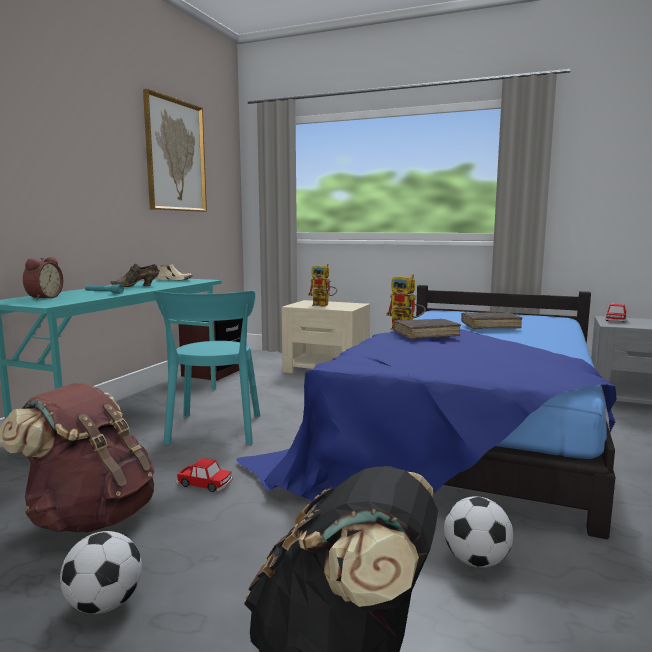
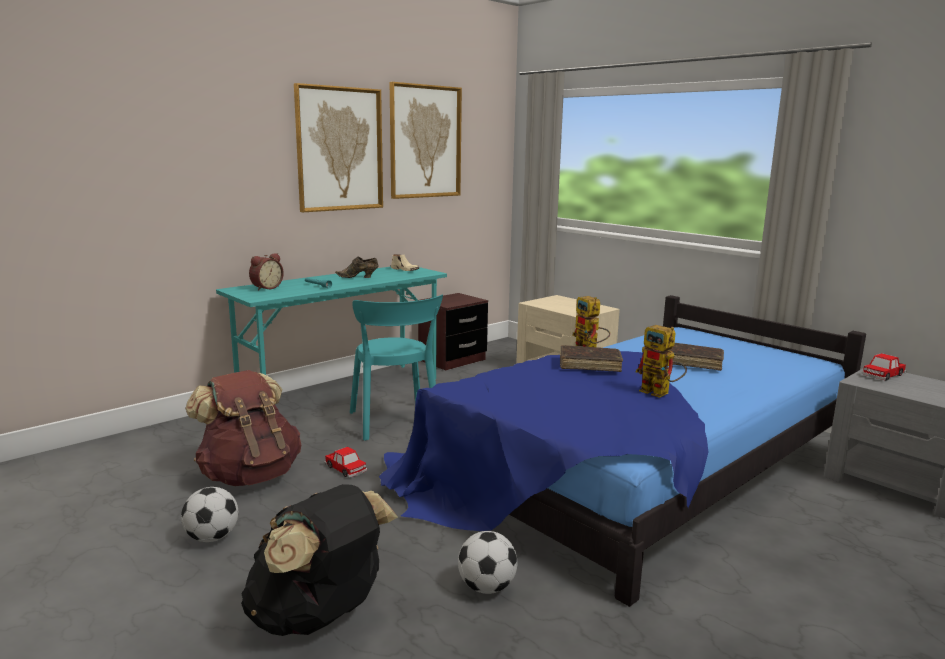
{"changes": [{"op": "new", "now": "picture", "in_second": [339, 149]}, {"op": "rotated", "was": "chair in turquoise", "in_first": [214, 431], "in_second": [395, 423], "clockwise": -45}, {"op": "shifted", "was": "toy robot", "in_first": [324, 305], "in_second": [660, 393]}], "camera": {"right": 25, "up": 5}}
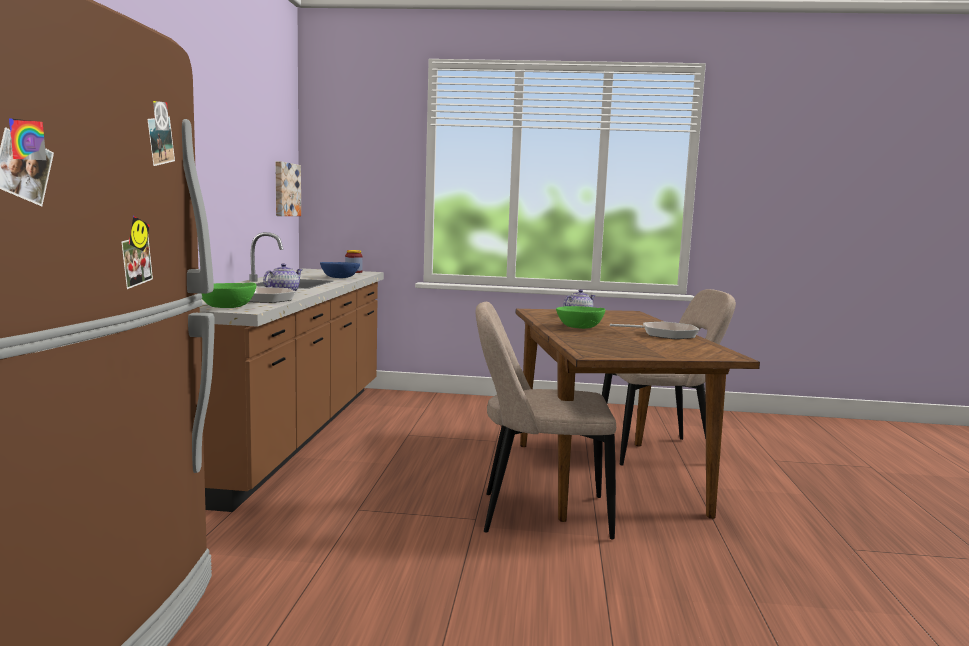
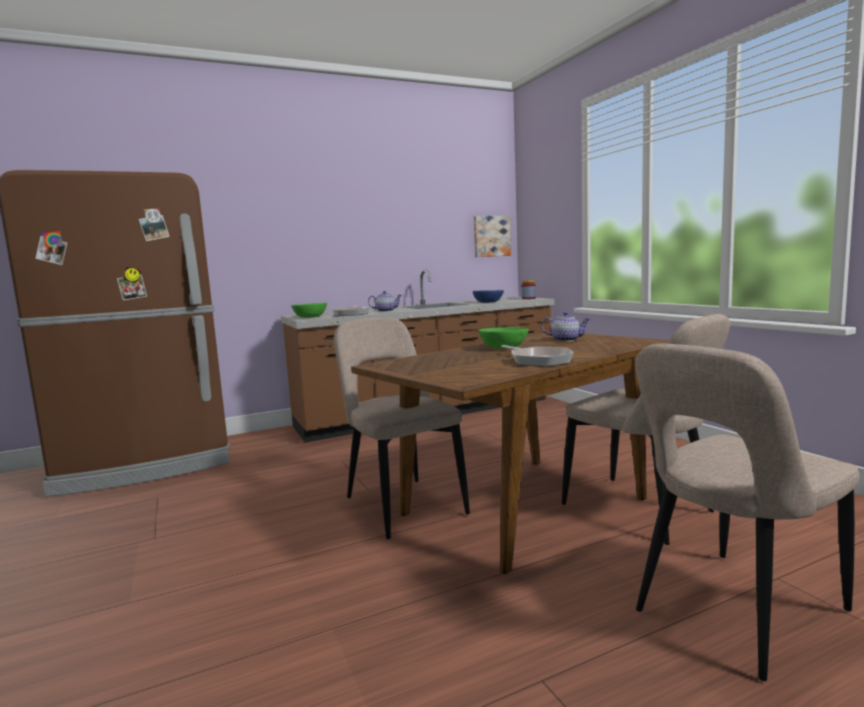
{"changes": [{"op": "new", "now": "chair in beige", "in_second": [734, 614]}], "camera": {"right": 60, "up": 0}}
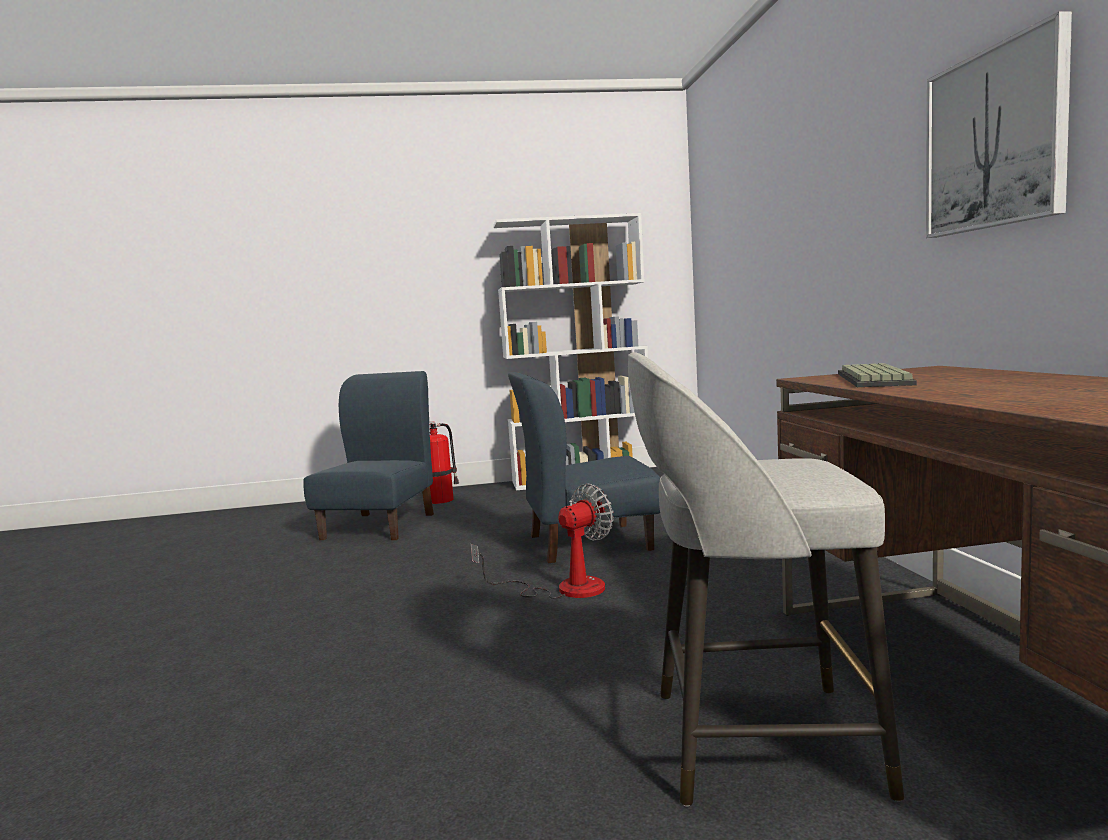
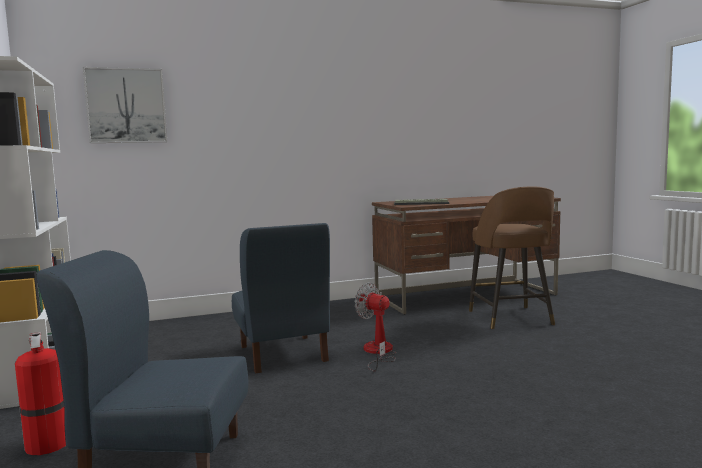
{"changes": [{"op": "shifted", "was": "picture", "in_first": [995, 139], "in_second": [126, 106]}, {"op": "repainted", "was": "stool in grey", "now": "stool in brown", "in_first": [756, 741], "in_second": [511, 318]}], "camera": {"right": -100, "up": 0}}
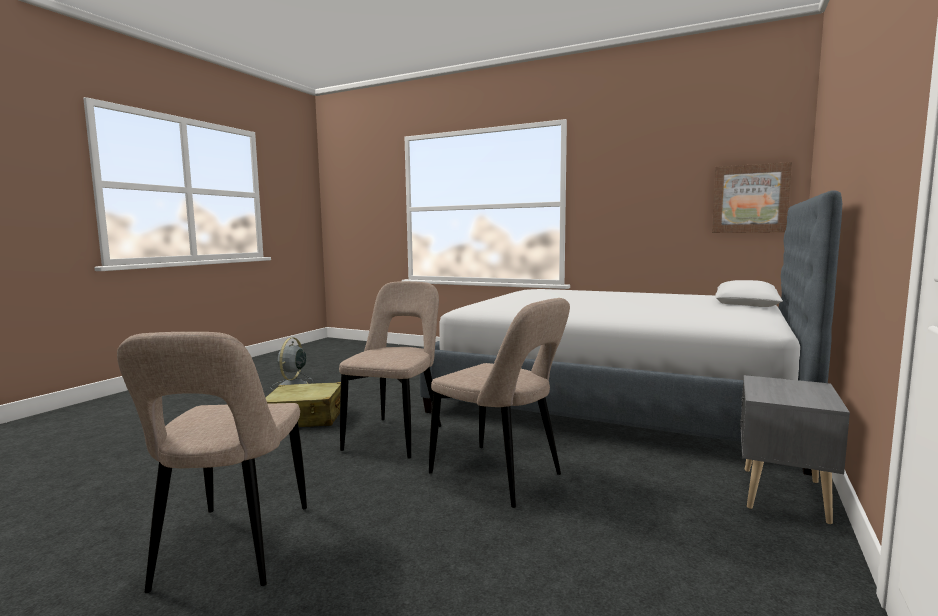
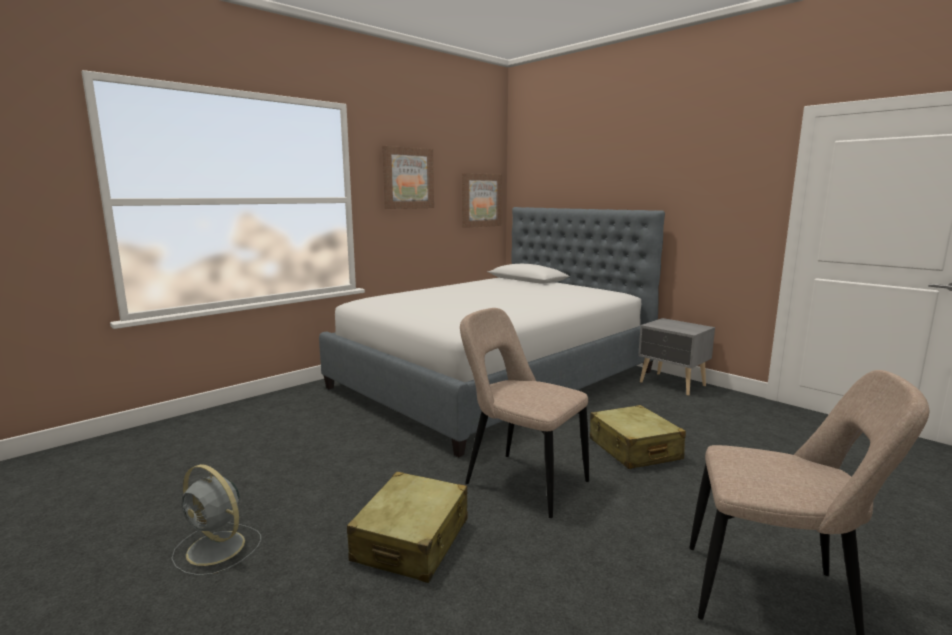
{"changes": [{"op": "new", "now": "picture", "in_second": [408, 178]}, {"op": "swapped", "was": "chair in beige", "now": "suitcase in beige", "in_first": [500, 476], "in_second": [634, 449]}], "camera": {"right": -70, "up": 5}}
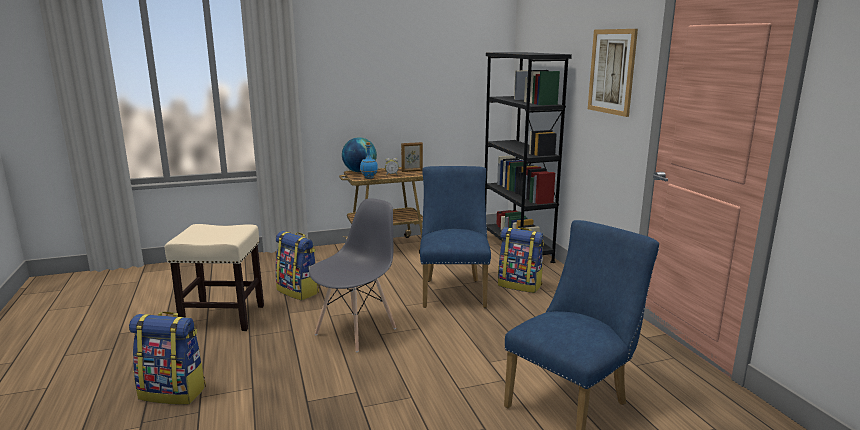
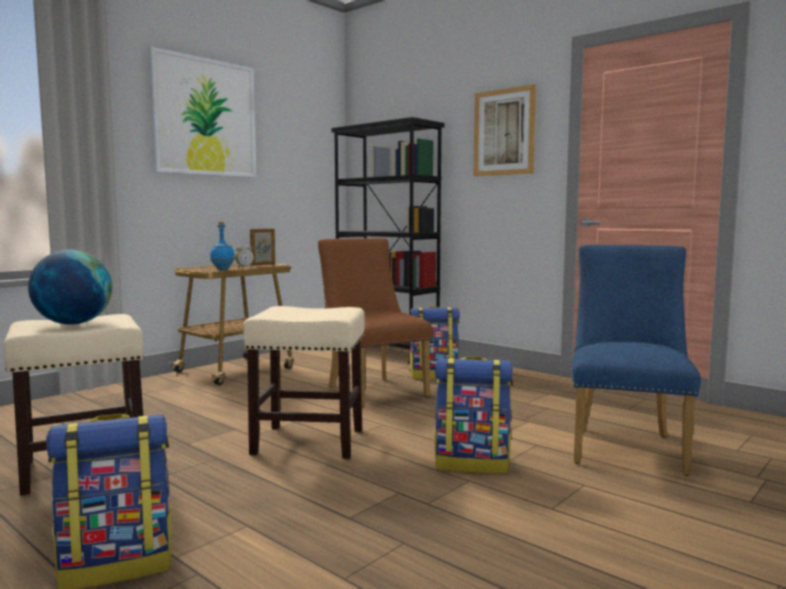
{"changes": [{"op": "shifted", "was": "globe", "in_first": [359, 171], "in_second": [73, 324]}, {"op": "new", "now": "picture", "in_second": [204, 117]}, {"op": "swapped", "was": "chair in grey", "now": "stool in beige", "in_first": [356, 331], "in_second": [310, 441]}, {"op": "repainted", "was": "chair in blue", "now": "chair in brown", "in_first": [454, 291], "in_second": [372, 390]}, {"op": "shifted", "was": "backpack", "in_first": [299, 291], "in_second": [472, 463]}], "camera": {"right": -30, "up": -10}}
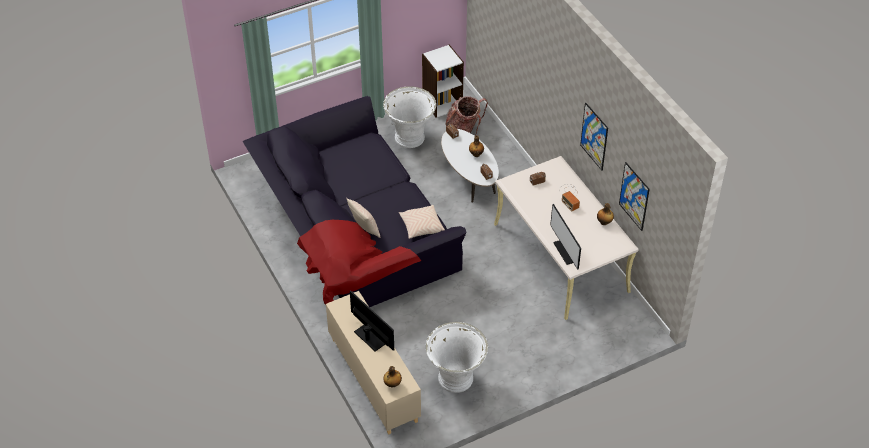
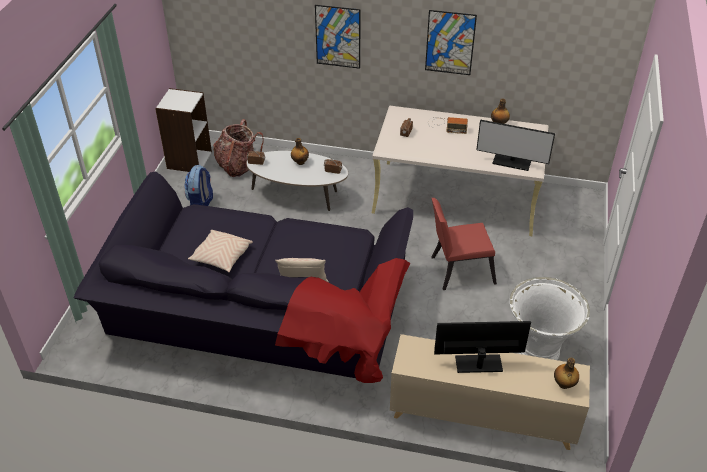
{"changes": [{"op": "swapped", "was": "planter in white", "now": "backpack", "in_first": [410, 138], "in_second": [201, 202]}, {"op": "shifted", "was": "pillow in beige", "in_first": [421, 226], "in_second": [221, 257]}, {"op": "shifted", "was": "picture", "in_first": [634, 196], "in_second": [338, 36]}, {"op": "new", "now": "chair in red", "in_second": [458, 270]}], "camera": {"right": -50, "up": -5}}
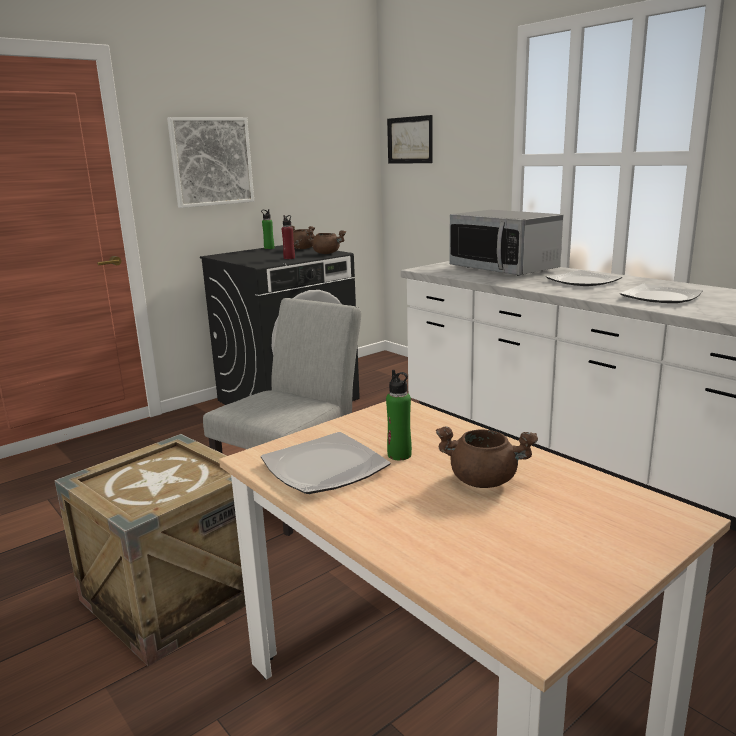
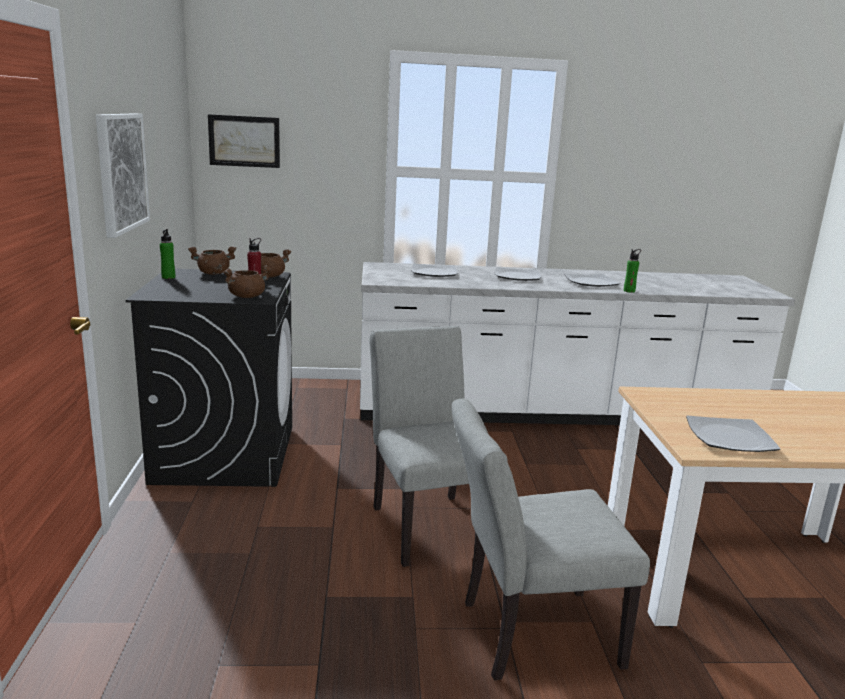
{"changes": [{"op": "shifted", "was": "cooking pot in brown", "in_first": [484, 480], "in_second": [247, 296]}, {"op": "swapped", "was": "microwave", "now": "plate", "in_first": [503, 269], "in_second": [434, 272]}, {"op": "swapped", "was": "crate", "now": "chair in grey", "in_first": [175, 595], "in_second": [527, 634]}, {"op": "shifted", "was": "bottle in green", "in_first": [399, 455], "in_second": [629, 291]}], "camera": {"right": -55, "up": 0}}
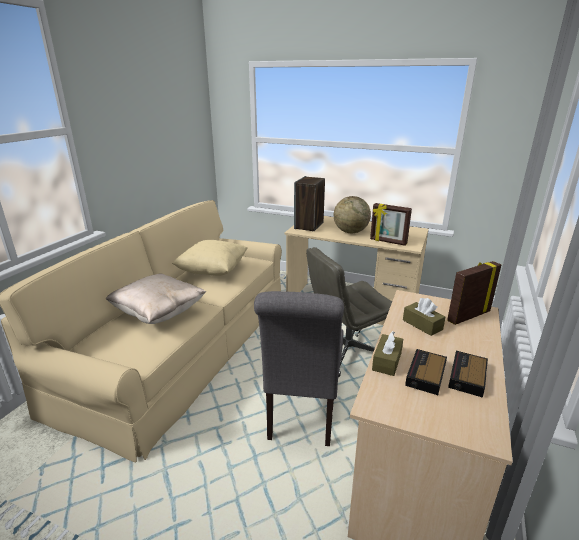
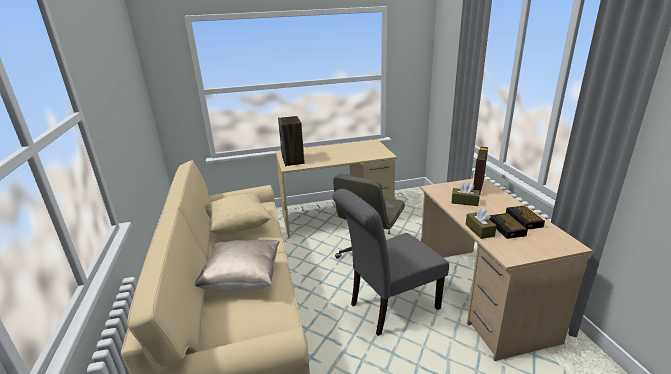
{"changes": [{"op": "rotated", "was": "chair in grey", "in_first": [302, 414], "in_second": [389, 308], "clockwise": 90}, {"op": "gone", "was": "globe", "in_first": [350, 232]}, {"op": "gone", "was": "picture frame", "in_first": [388, 242]}], "camera": {"right": -35, "up": 0}}
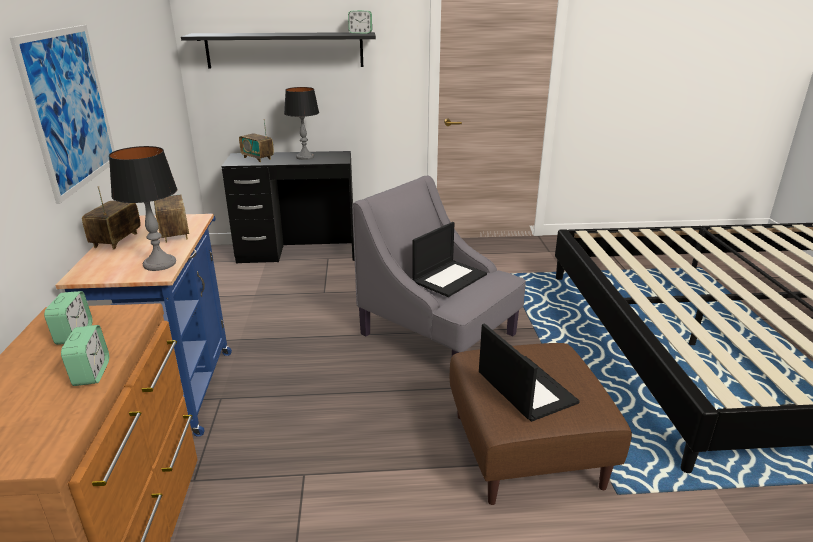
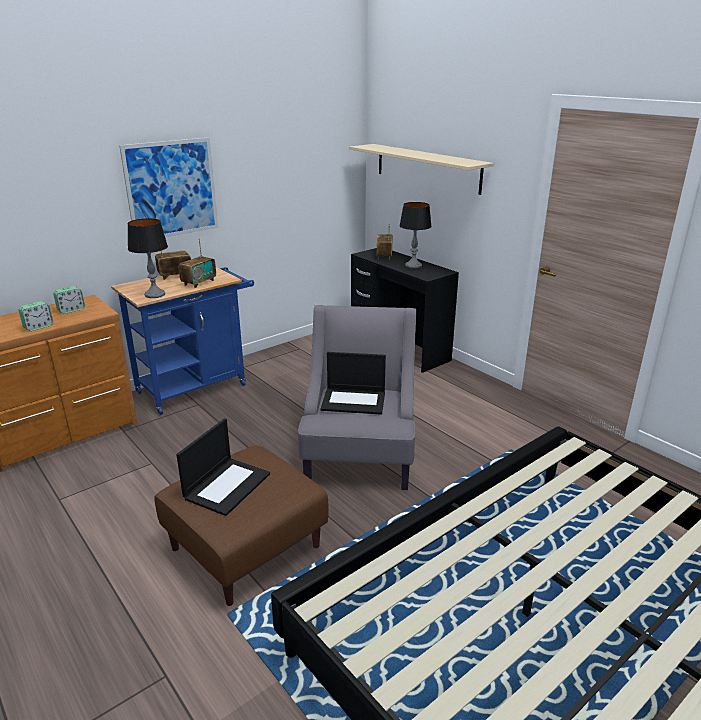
{"changes": [{"op": "repainted", "was": "shelf in black", "now": "shelf in beige", "in_first": [285, 50], "in_second": [427, 168]}, {"op": "gone", "was": "alarm clock", "in_first": [360, 33]}], "camera": {"right": 55, "up": 0}}
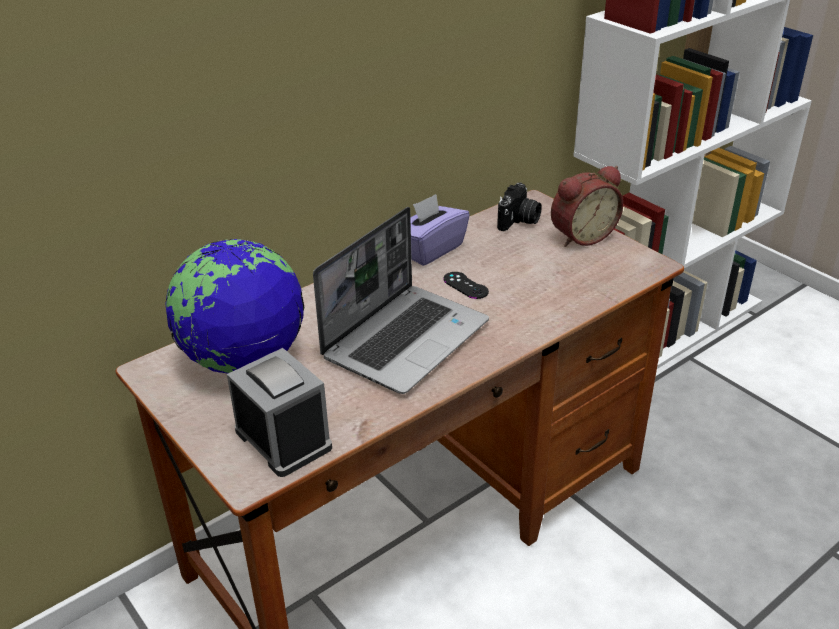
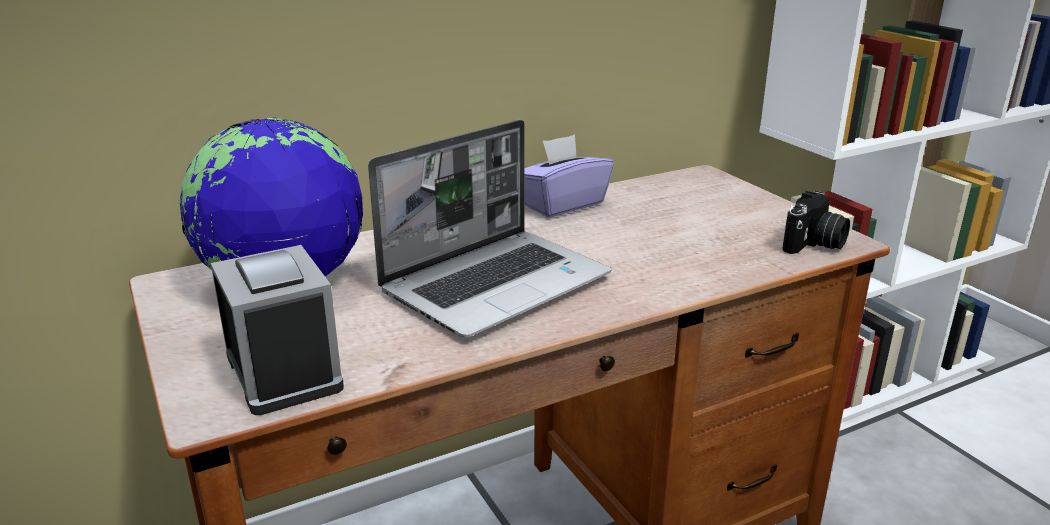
{"changes": [{"op": "shifted", "was": "photo camera", "in_first": [519, 221], "in_second": [814, 244]}, {"op": "gone", "was": "game controller in black", "in_first": [465, 285]}, {"op": "gone", "was": "alarm clock", "in_first": [581, 236]}], "camera": {"right": 10, "up": -10}}
